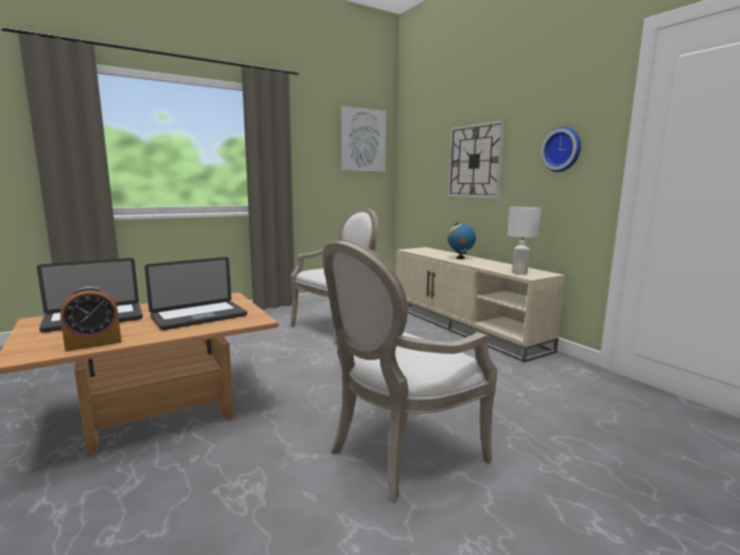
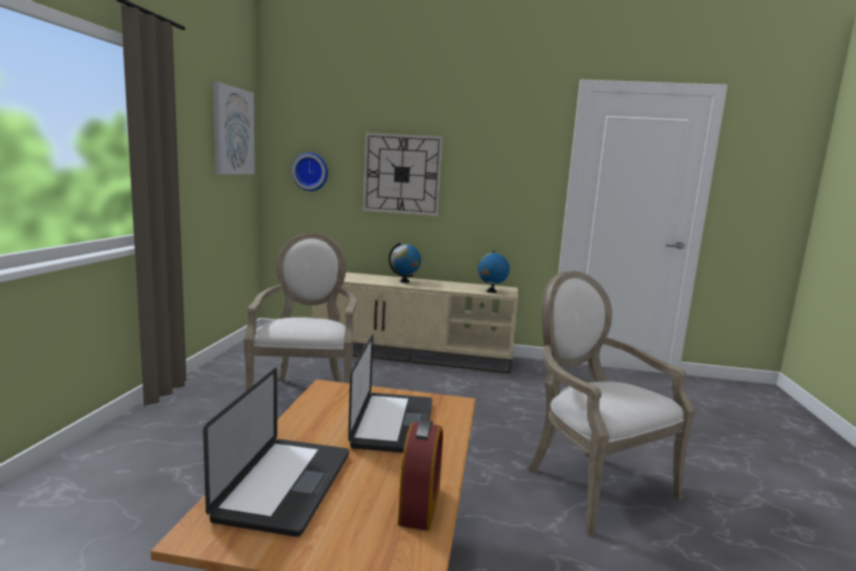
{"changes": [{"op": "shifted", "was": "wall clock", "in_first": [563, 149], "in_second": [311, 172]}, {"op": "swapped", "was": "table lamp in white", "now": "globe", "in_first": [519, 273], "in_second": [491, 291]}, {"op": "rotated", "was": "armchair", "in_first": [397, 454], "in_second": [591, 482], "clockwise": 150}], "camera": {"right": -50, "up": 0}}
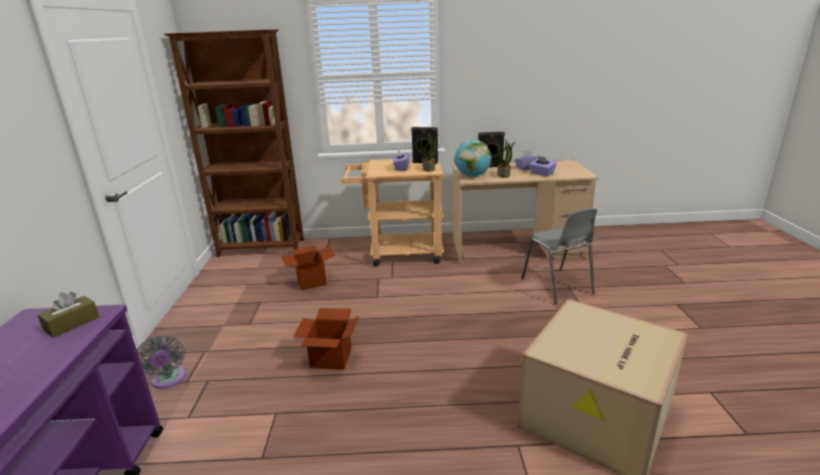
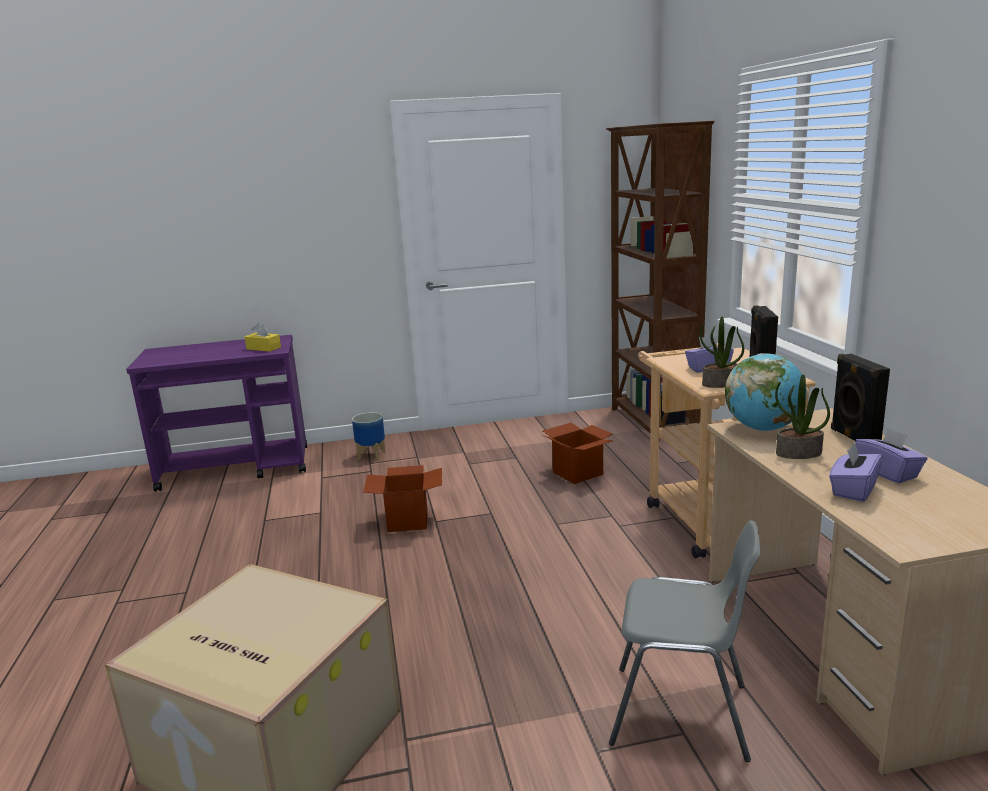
{"changes": [{"op": "repainted", "was": "tissue box in brown", "now": "tissue box in yellow", "in_first": [72, 323], "in_second": [263, 348]}, {"op": "swapped", "was": "fan in grey", "now": "planter", "in_first": [169, 380], "in_second": [372, 456]}, {"op": "rotated", "was": "chair in grey", "in_first": [557, 286], "in_second": [681, 714], "clockwise": -135}], "camera": {"right": 80, "up": -5}}
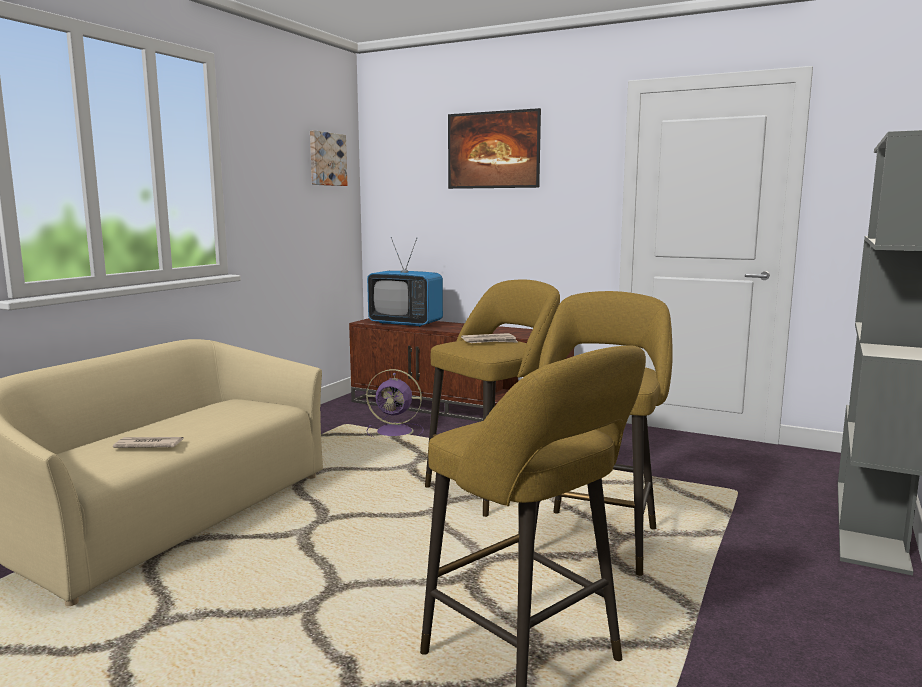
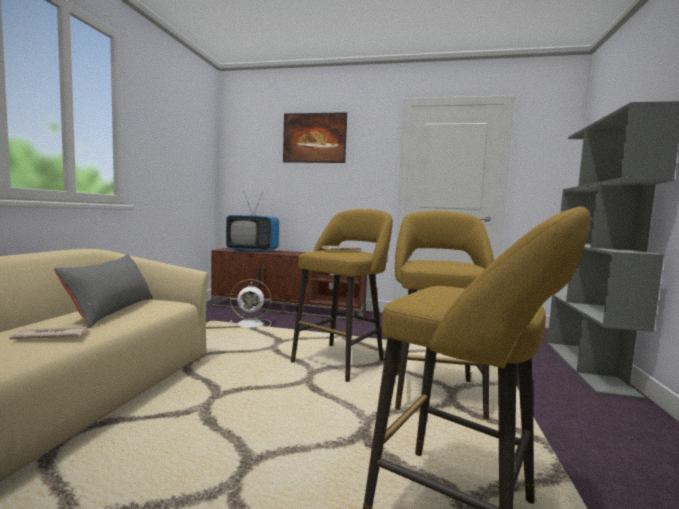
{"changes": [{"op": "new", "now": "pillow in grey", "in_second": [112, 310]}, {"op": "repainted", "was": "fan in purple", "now": "fan in white", "in_first": [396, 431], "in_second": [251, 324]}, {"op": "gone", "was": "picture", "in_first": [326, 159]}], "camera": {"right": -15, "up": -5}}
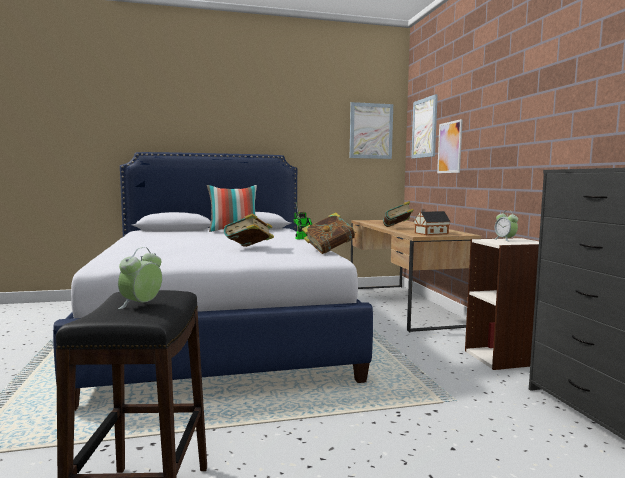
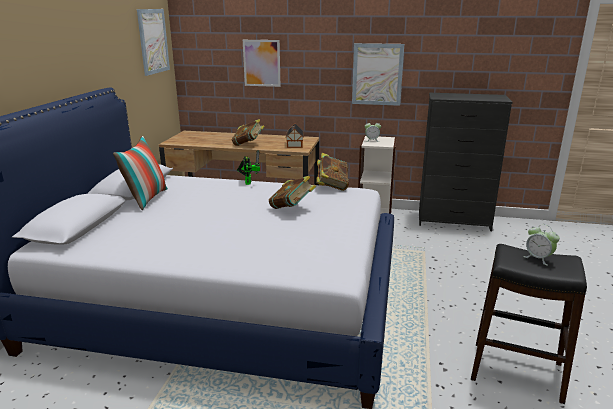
{"changes": [{"op": "shifted", "was": "picture", "in_first": [424, 128], "in_second": [377, 74]}], "camera": {"right": -65, "up": 15}}
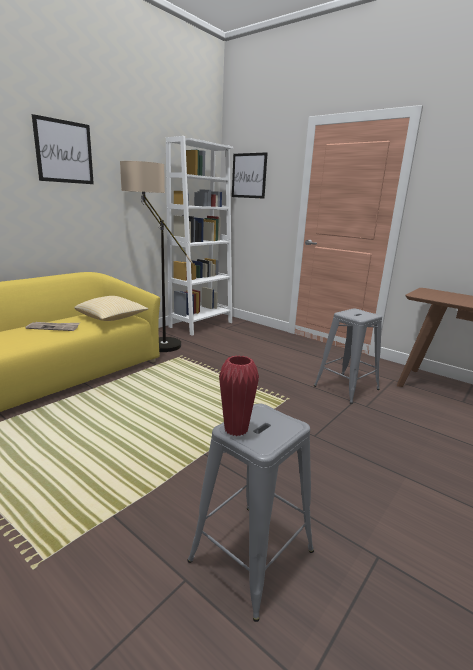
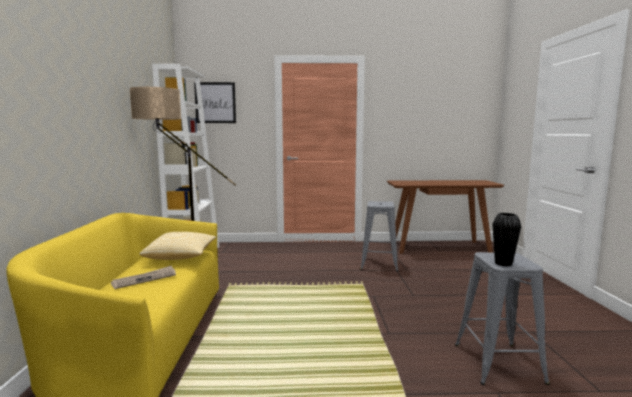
{"changes": [{"op": "repainted", "was": "vase in red", "now": "vase in black", "in_first": [236, 429], "in_second": [503, 264]}, {"op": "gone", "was": "picture", "in_first": [64, 152]}], "camera": {"right": -40, "up": -10}}
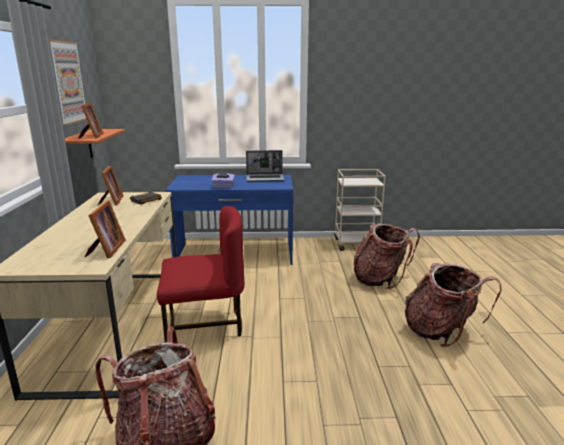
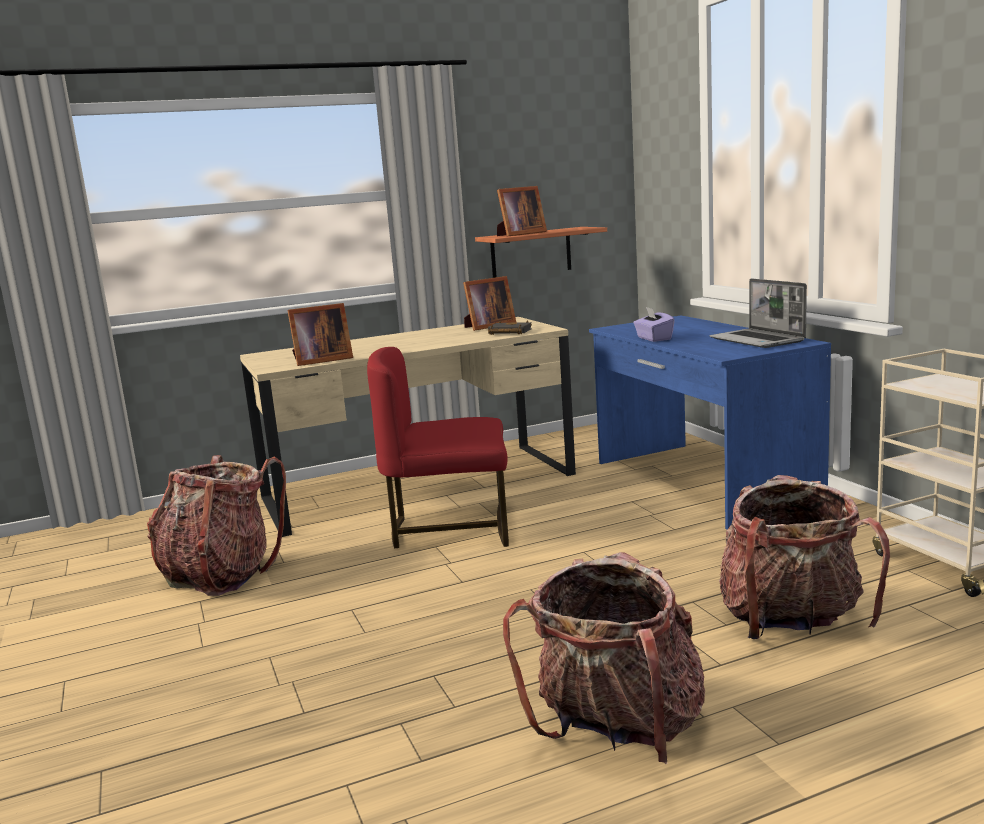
{"changes": [{"op": "rotated", "was": "chair in red", "in_first": [204, 326], "in_second": [450, 529], "clockwise": 120}, {"op": "gone", "was": "picture", "in_first": [68, 82]}], "camera": {"right": 70, "up": -5}}
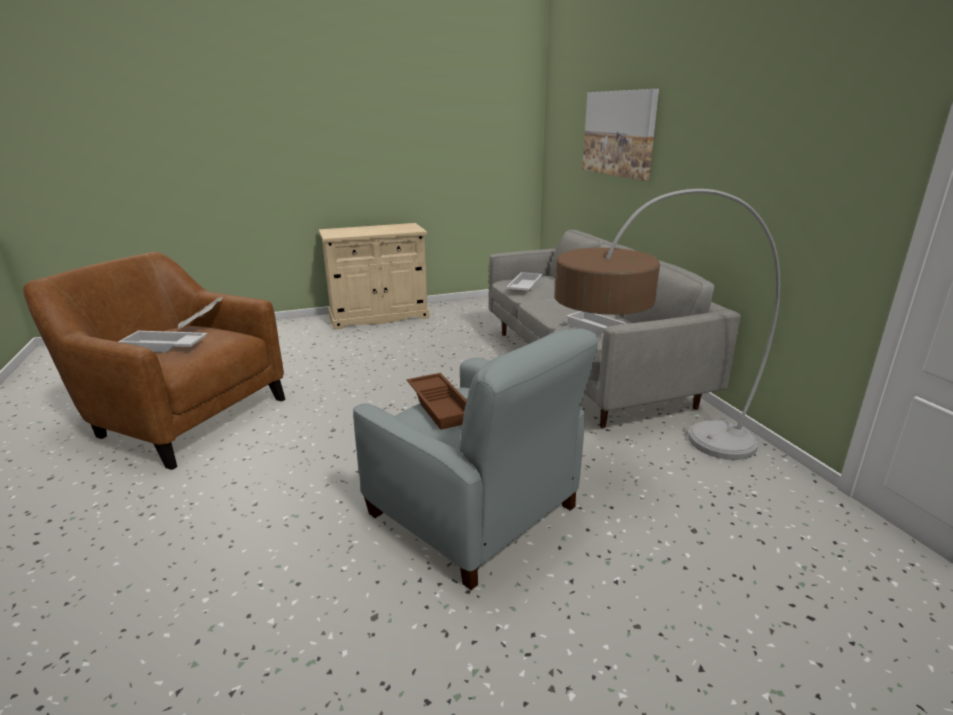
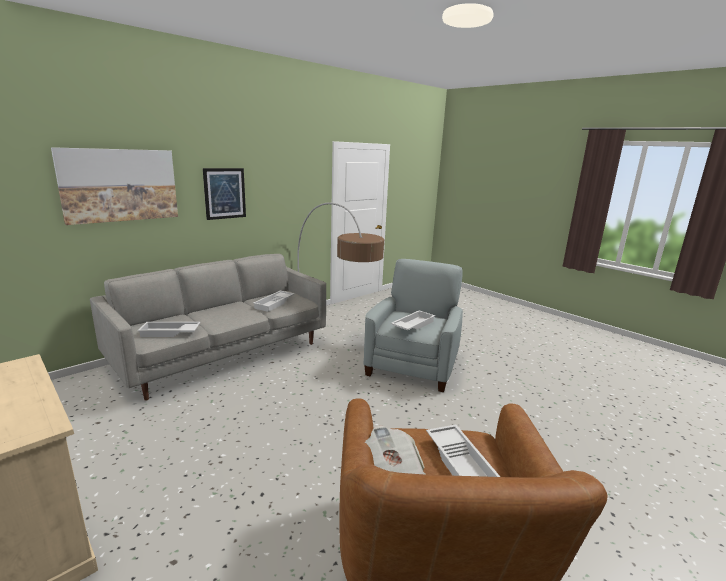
{"changes": [{"op": "new", "now": "picture", "in_second": [224, 193]}, {"op": "repainted", "was": "tray in brown", "now": "tray in white", "in_first": [441, 405], "in_second": [412, 325]}], "camera": {"right": -115, "up": -5}}
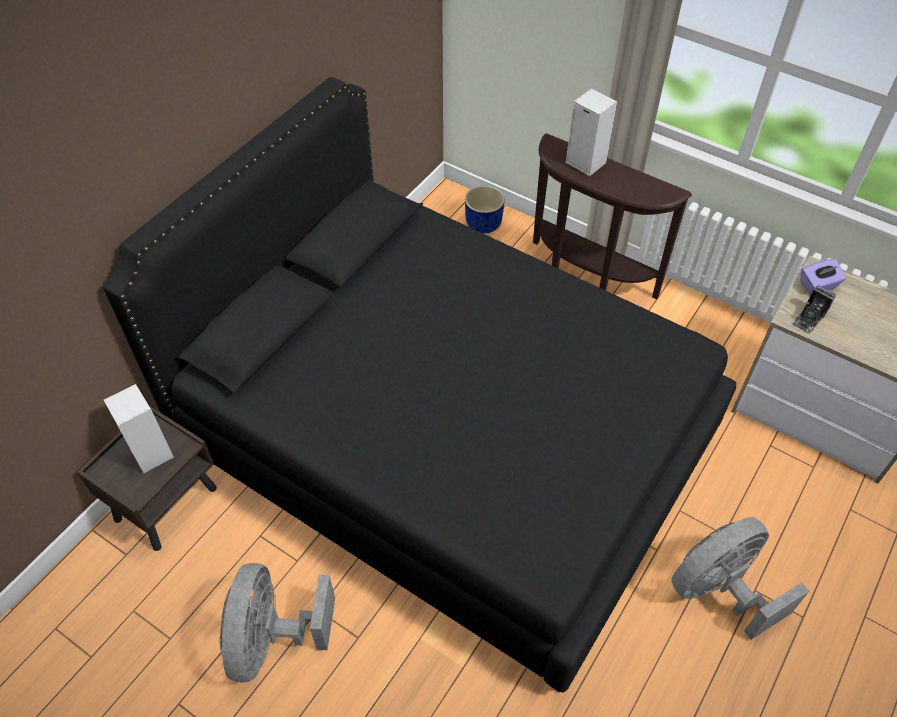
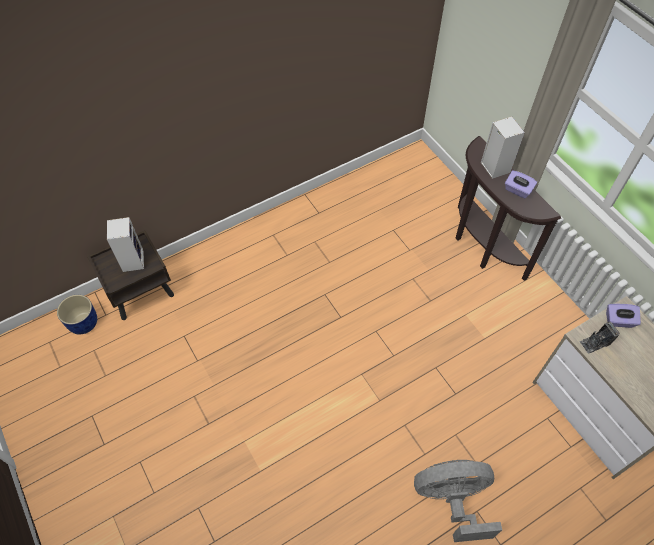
{"changes": [{"op": "shifted", "was": "planter in blue", "in_first": [483, 224], "in_second": [83, 323]}, {"op": "new", "now": "tissue box in purple", "in_second": [517, 190]}, {"op": "gone", "was": "bed in black", "in_first": [447, 442]}, {"op": "gone", "was": "fan in grey", "in_first": [273, 638]}], "camera": {"right": 25, "up": 5}}
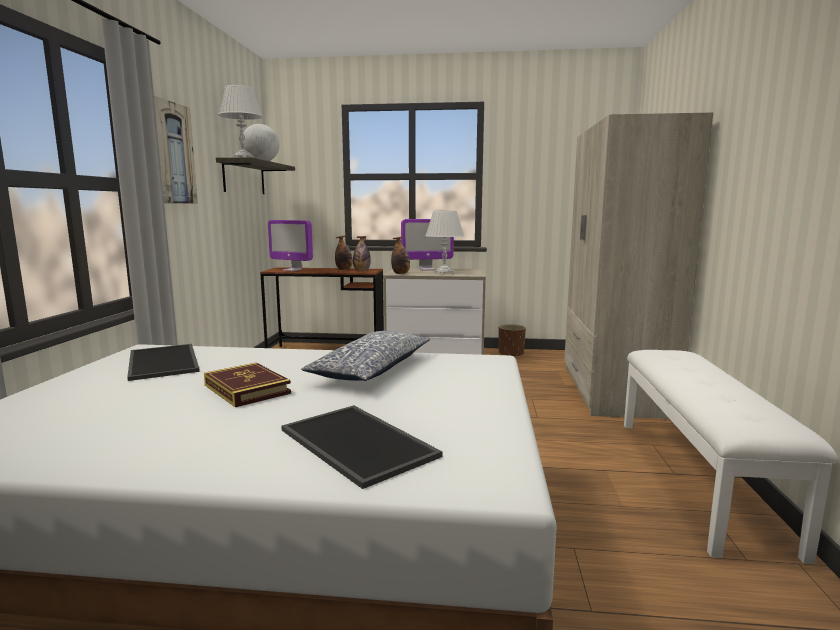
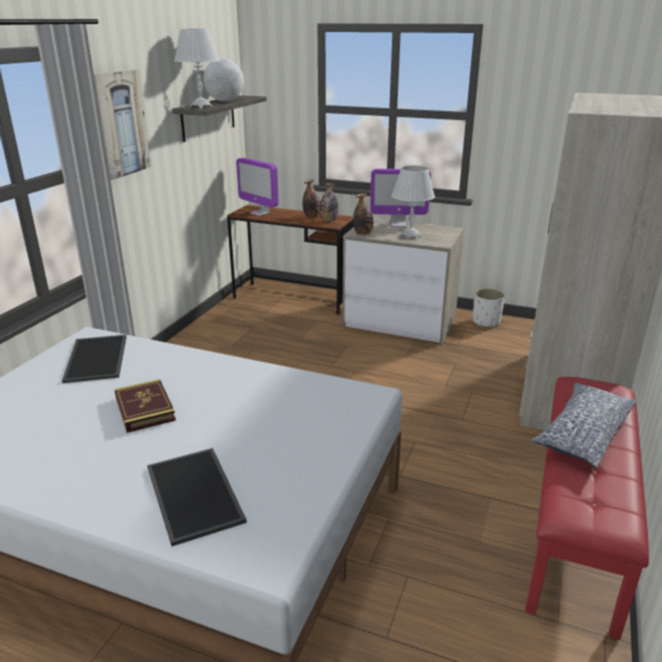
{"changes": [{"op": "repainted", "was": "planter in brown", "now": "planter in white", "in_first": [511, 354], "in_second": [486, 322]}, {"op": "repainted", "was": "bench in white", "now": "bench in red", "in_first": [698, 478], "in_second": [578, 525]}, {"op": "shifted", "was": "pillow", "in_first": [371, 370], "in_second": [582, 433]}], "camera": {"right": 15, "up": 15}}
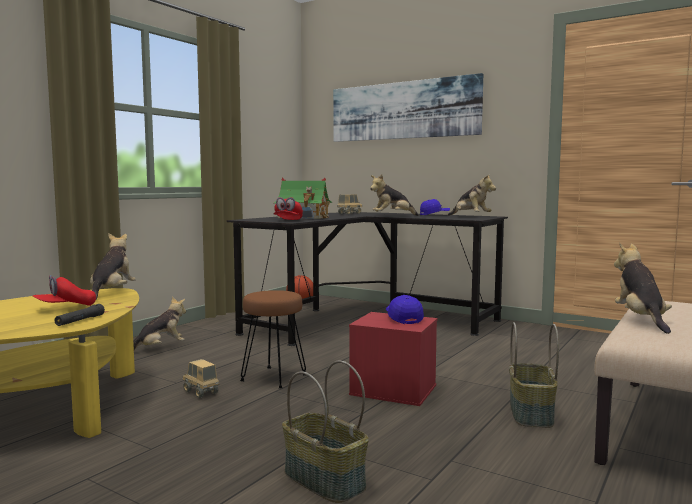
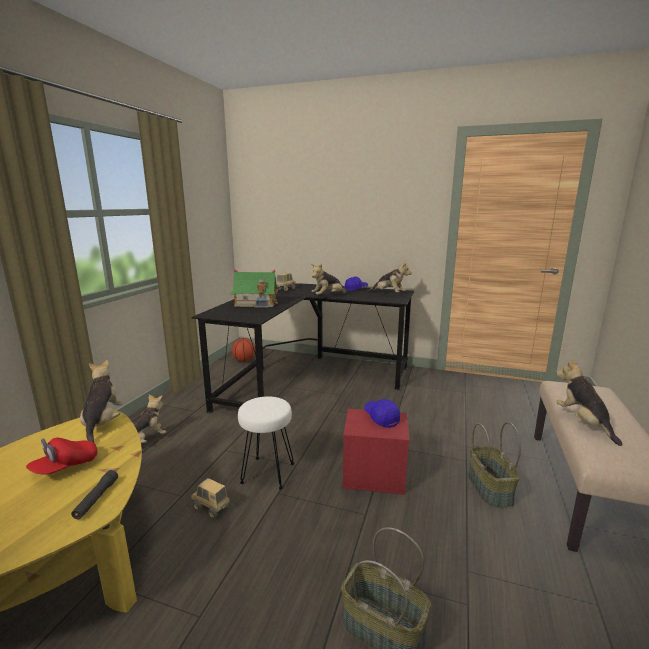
{"changes": [{"op": "repainted", "was": "stool in brown", "now": "stool in white", "in_first": [273, 377], "in_second": [267, 473]}, {"op": "gone", "was": "cap in red", "in_first": [288, 220]}, {"op": "gone", "was": "picture", "in_first": [403, 110]}], "camera": {"right": -15, "up": 10}}
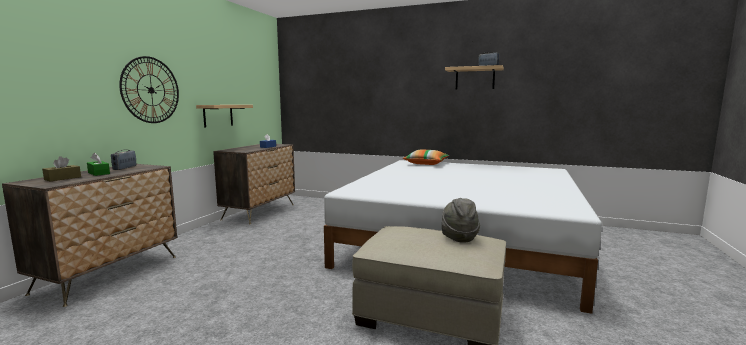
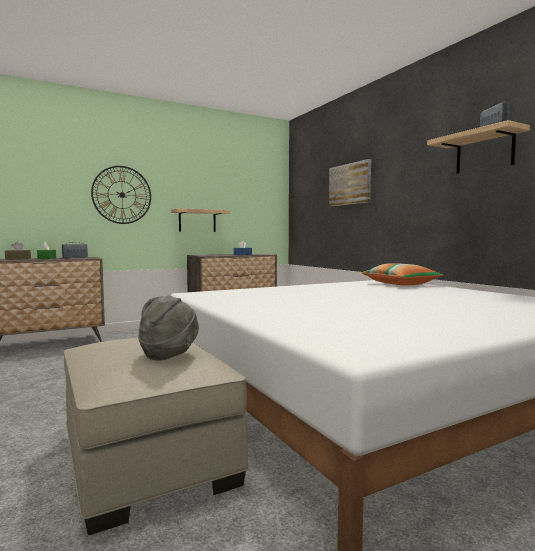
{"changes": [{"op": "new", "now": "picture", "in_second": [350, 184]}], "camera": {"right": 40, "up": -5}}
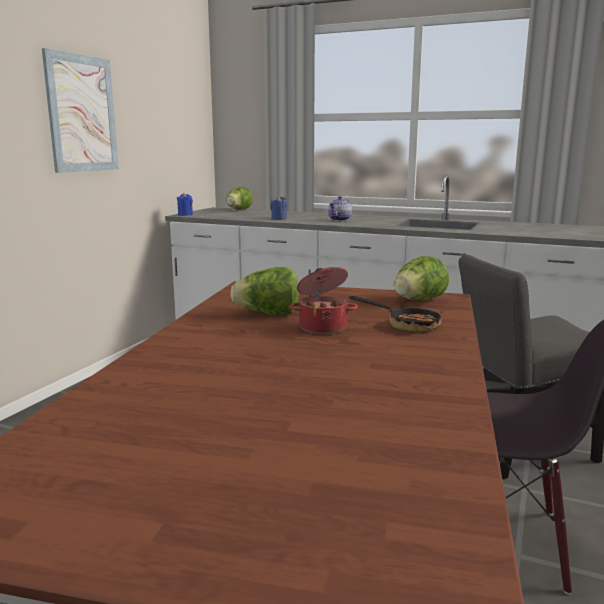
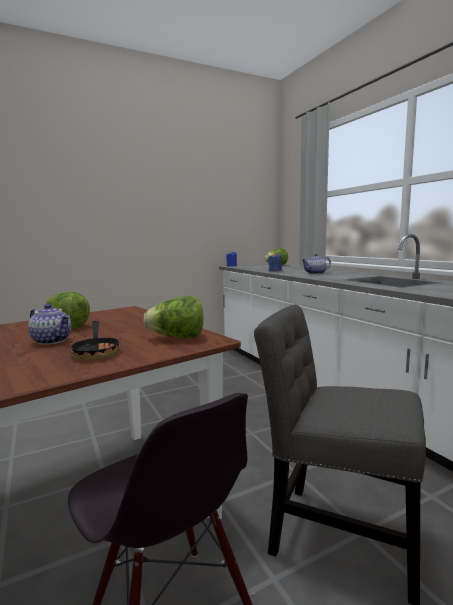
{"changes": [{"op": "swapped", "was": "cooking pot", "now": "teapot", "in_first": [323, 327], "in_second": [53, 341]}, {"op": "gone", "was": "picture", "in_first": [82, 114]}], "camera": {"right": 40, "up": -5}}
